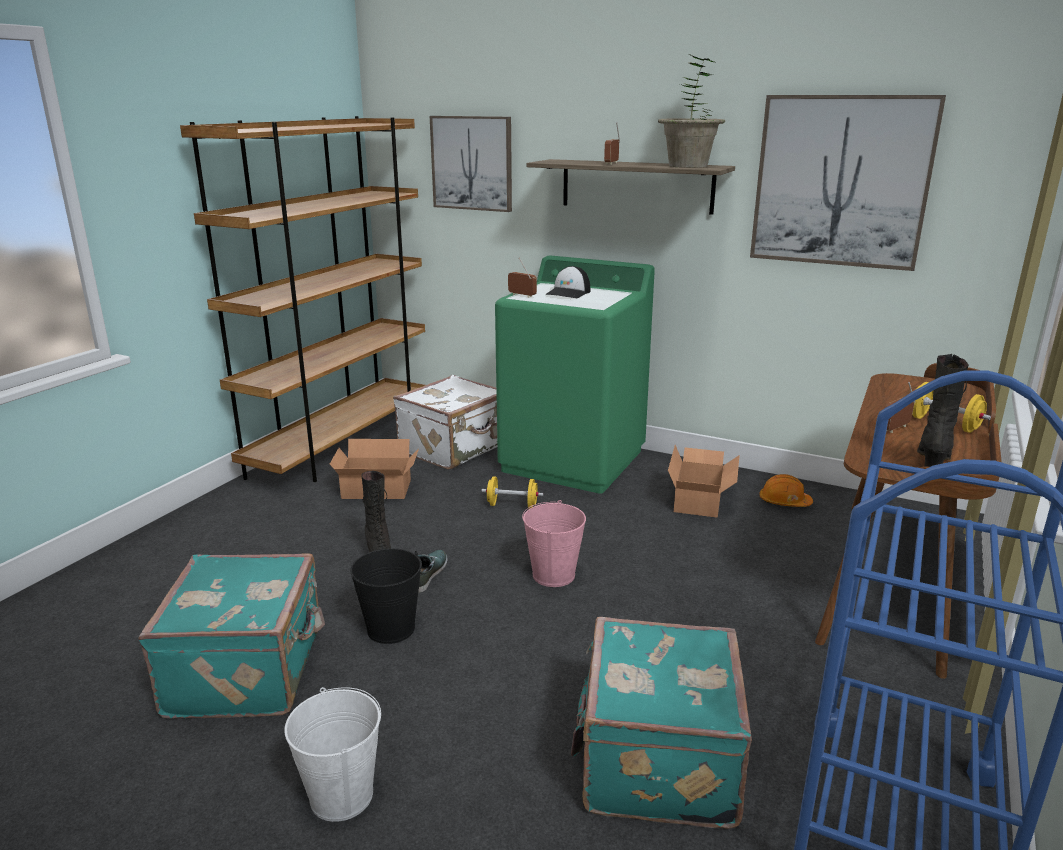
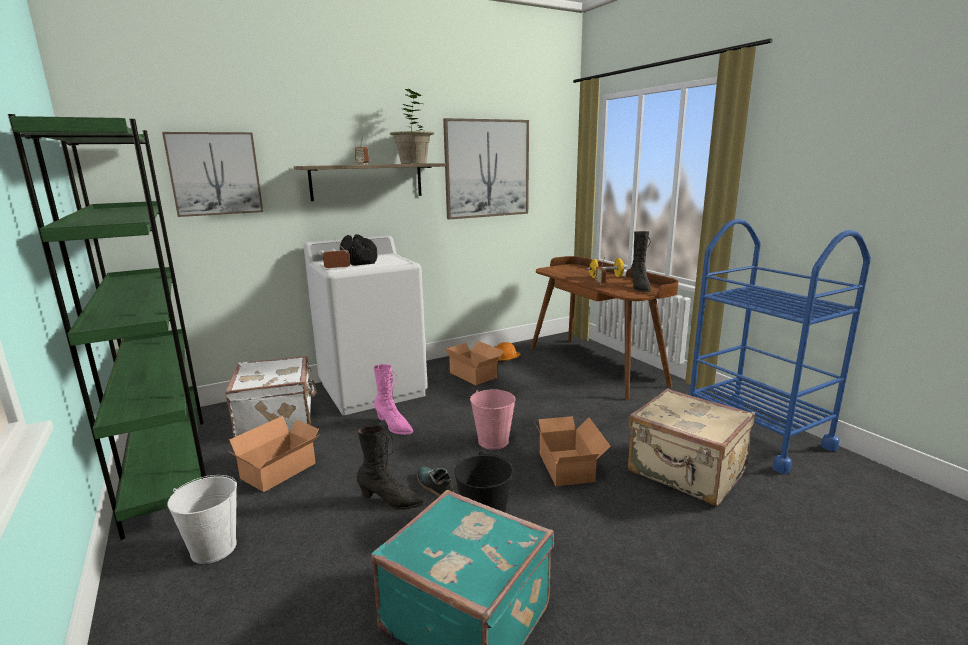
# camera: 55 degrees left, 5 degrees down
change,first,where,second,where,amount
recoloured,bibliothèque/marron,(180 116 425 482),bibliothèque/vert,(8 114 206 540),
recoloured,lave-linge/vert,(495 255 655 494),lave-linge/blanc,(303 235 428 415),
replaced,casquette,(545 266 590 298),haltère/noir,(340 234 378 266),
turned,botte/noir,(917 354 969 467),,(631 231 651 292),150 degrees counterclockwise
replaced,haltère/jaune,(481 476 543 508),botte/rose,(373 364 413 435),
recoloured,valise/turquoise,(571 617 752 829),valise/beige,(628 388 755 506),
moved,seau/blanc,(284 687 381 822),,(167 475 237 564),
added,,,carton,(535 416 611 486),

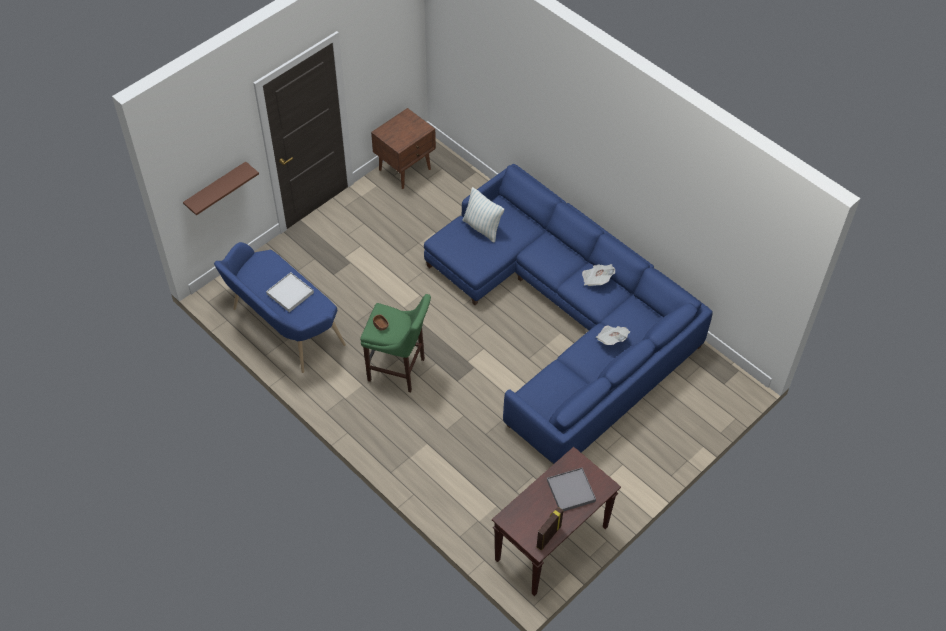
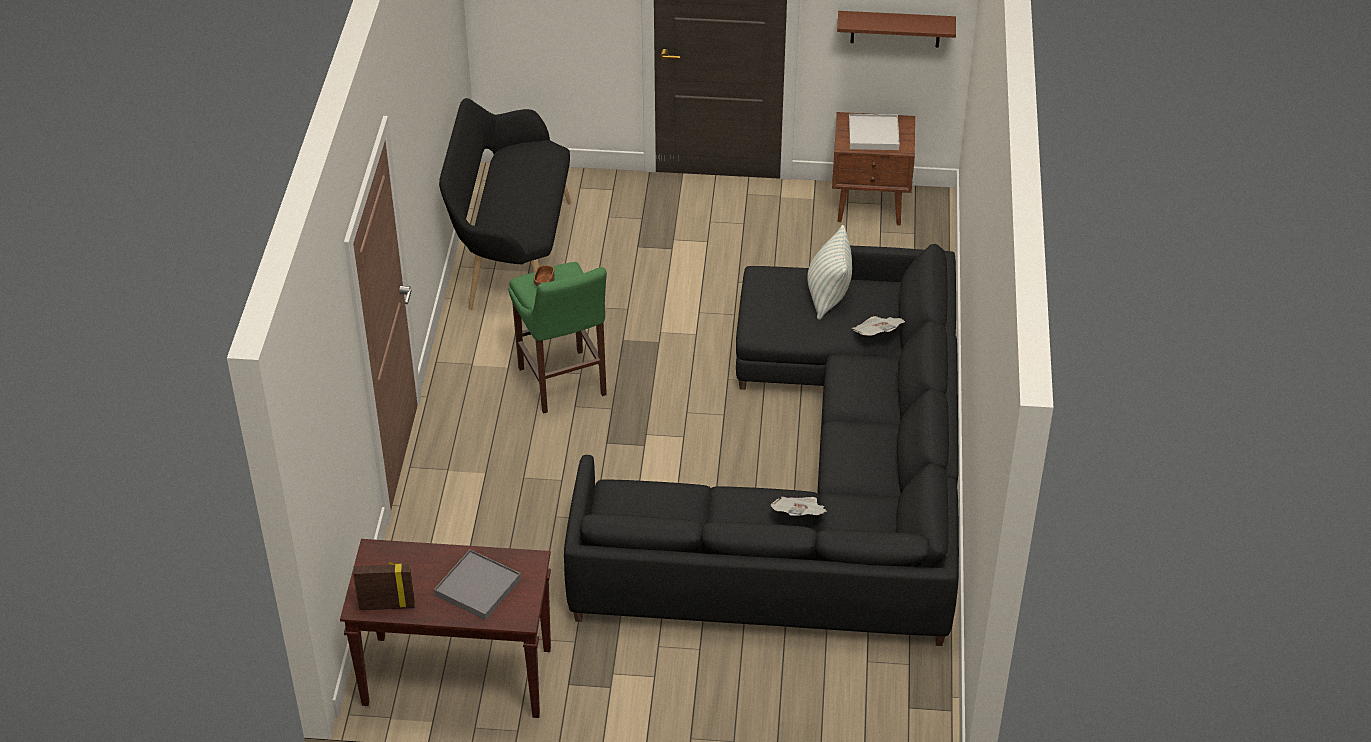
# camera: 50 degrees right, 10 degrees down
change,first,where,second,where,amount
moved,étagère/marron,(183 161 259 215),,(837 11 956 47),
recoloured,canapé/bleu,(424 164 713 464),canapé/noir,(564 244 959 646),
recoloured,banc/bleu,(214 242 346 373),banc/noir,(439 98 572 310),
moved,journal,(582 264 615 286),,(851 316 905 336),
moved,plateau/blanc,(266 272 314 312),,(849 114 899 150),

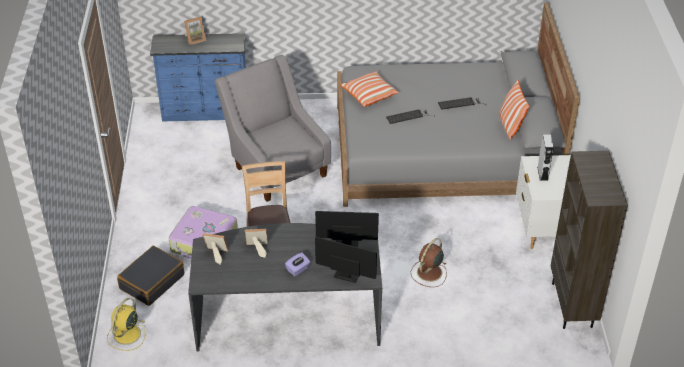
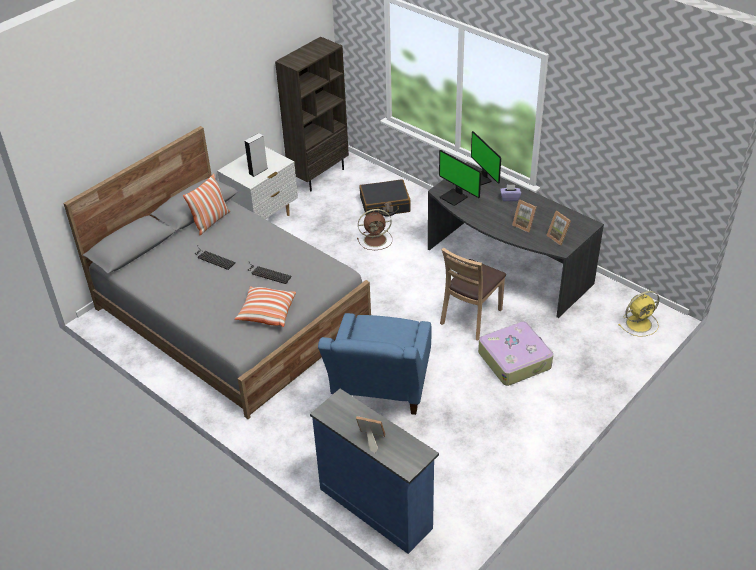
# camera: 135 degrees left, 0 degrees up
change,first,where,second,where,amount
recoloured,fauteuil/gris,(214 55 331 202),fauteuil/bleu,(318 313 431 415),
moved,valise/noir,(117 246 184 306),,(359 179 411 217),

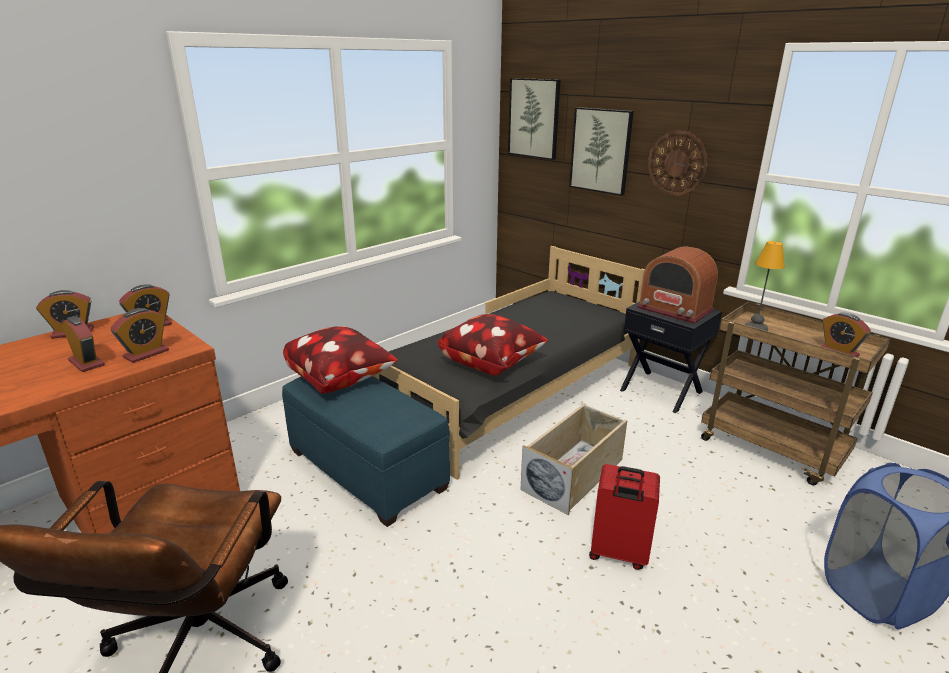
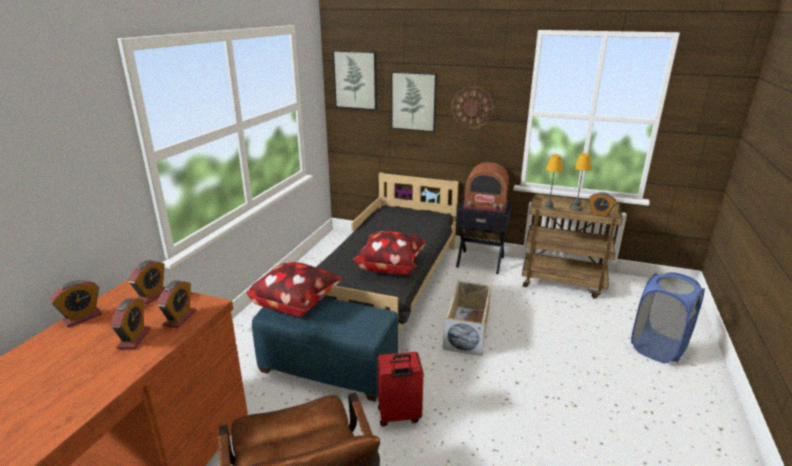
# camera: 25 degrees left, 0 degrees up
change,first,where,second,where,amount
turned,réveil,(62 316 105 372),,(110 298 151 349),75 degrees clockwise
moved,valise/rouge,(589 464 660 570),,(378 352 424 427),
added,,,lampe de table,(569 153 592 211),

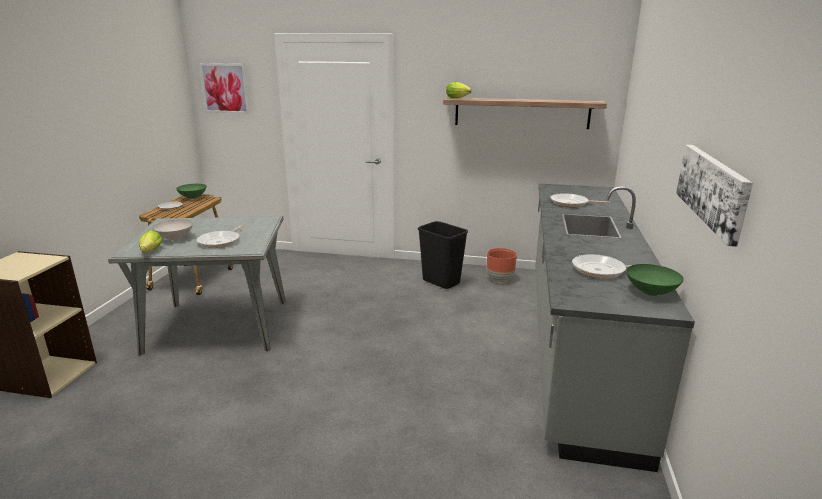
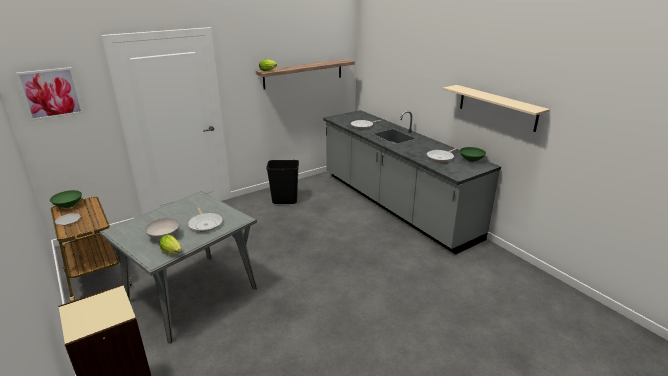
# camera: 45 degrees left, 5 degrees up
change,first,where,second,where,amount
replaced,tableau,(676 145 753 247),étagère/beige,(443 85 550 132),
removed,cache-pot/marron,(487 248 517 282),,,

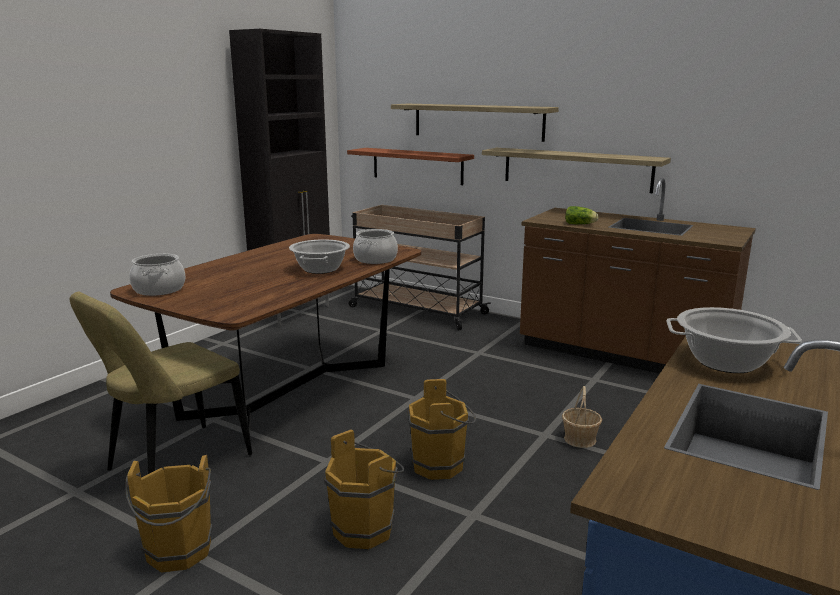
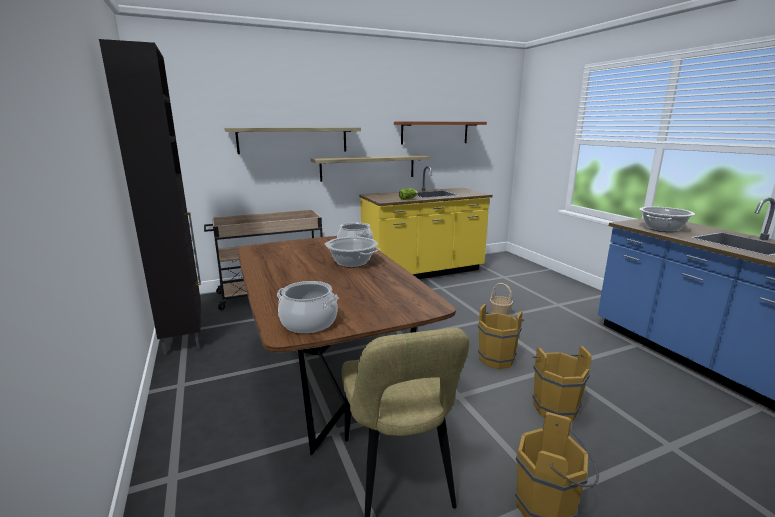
# camera: 55 degrees left, 0 degrees up
change,first,where,second,where,amount
moved,étagère,(347 148 474 185),,(394 122 487 145),
recoloured,comptoir de cuisine/marron,(520 178 756 374),comptoir de cuisine/jaune,(360 166 493 279),

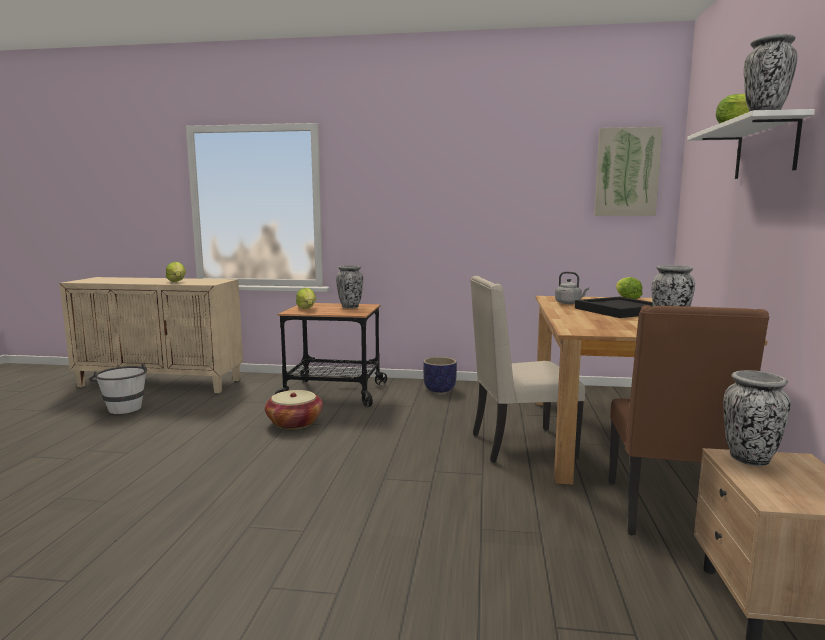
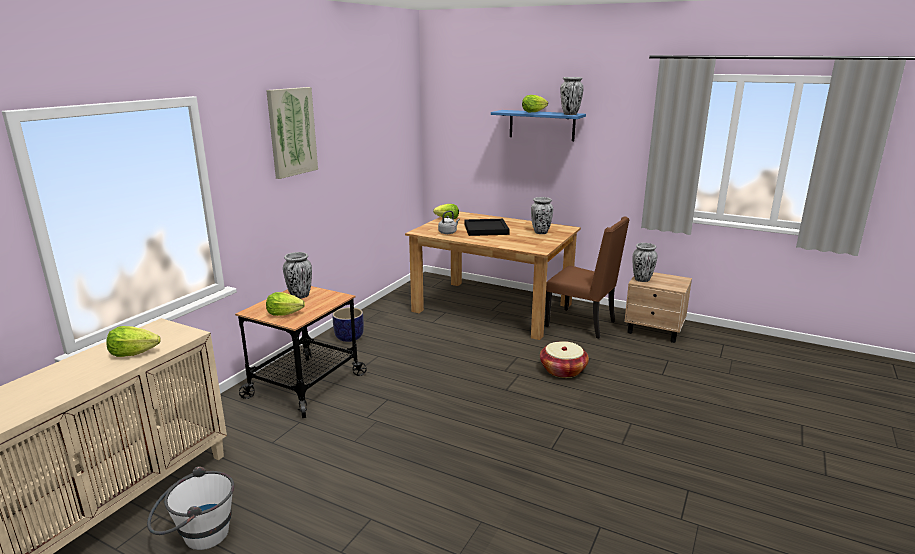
# camera: 70 degrees left, 10 degrees up
change,first,where,second,where,amount
recoloured,étagère/blanc,(687 109 815 179),étagère/bleu,(491 110 586 141),
moved,tableau,(594 127 663 216),,(266 87 318 179),
removed,chaise/beige,(470 276 585 463),,,
moved,panier,(265 390 323 429),,(540 341 589 378),

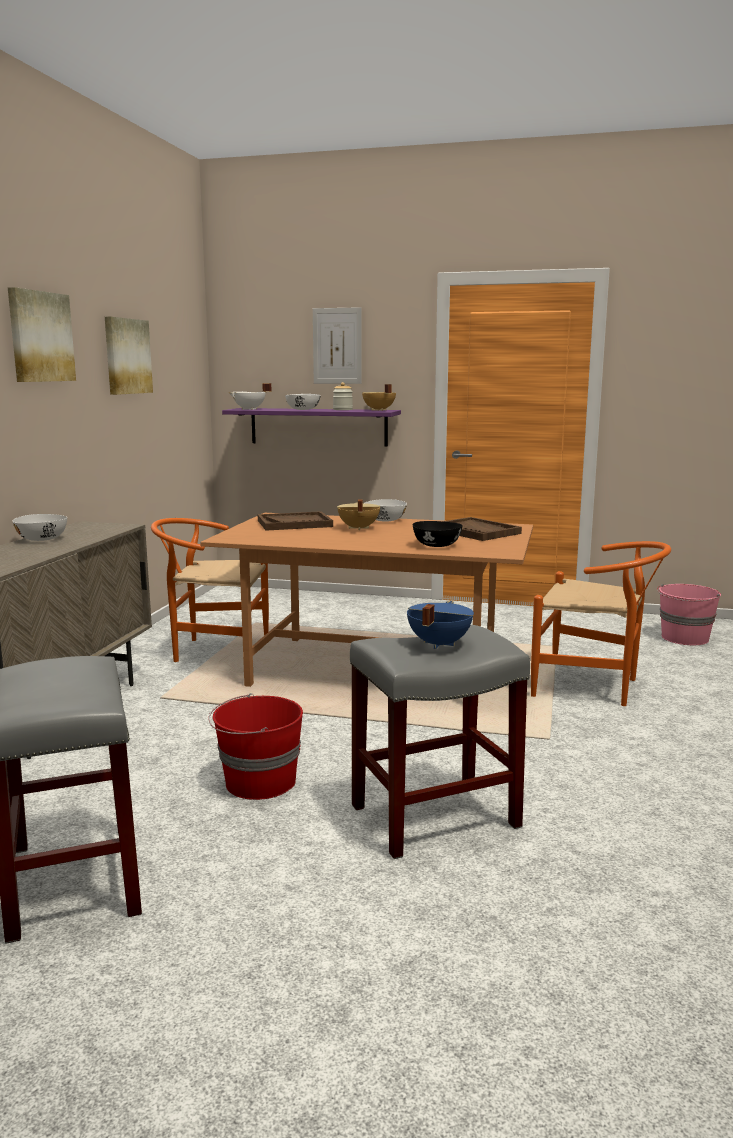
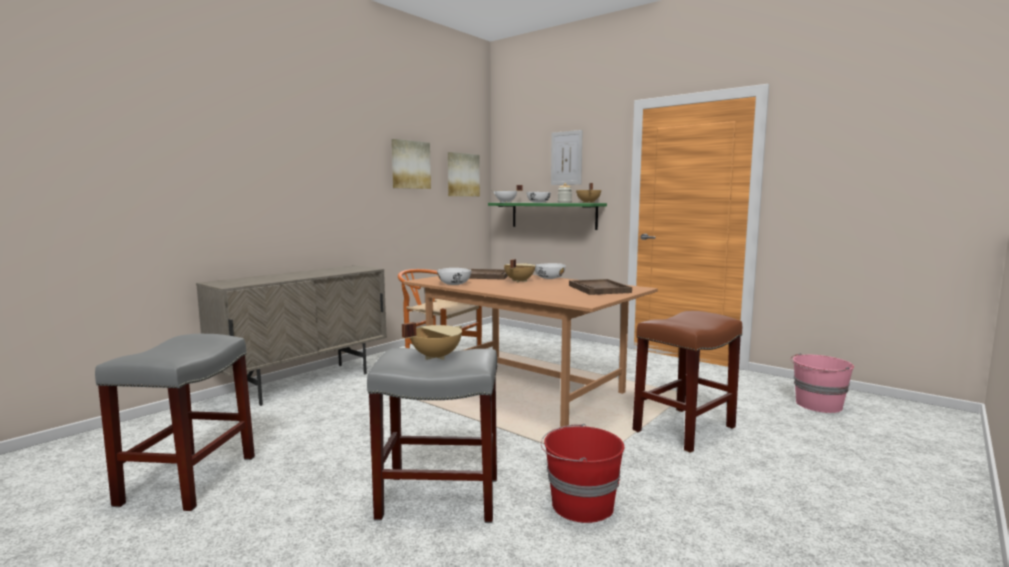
# camera: 25 degrees right, 5 degrees down
change,first,where,second,where,amount
moved,tableau,(8 287 76 382),,(448 152 480 196),
recoloured,étagère/violet,(222 408 401 446),étagère/vert,(488 203 607 230),
moved,bol/blanc,(13 514 67 541),,(437 268 472 285),
removed,bol/noir,(413 521 463 547),,,
replaced,chaise/orange,(531 541 671 706),tabouret/marron,(633 311 742 453),
recoloured,marmite/bleu,(407 601 474 649),marmite/beige,(402 322 462 360),
moved,seau/rouge,(208 693 303 800),,(541 424 624 523),

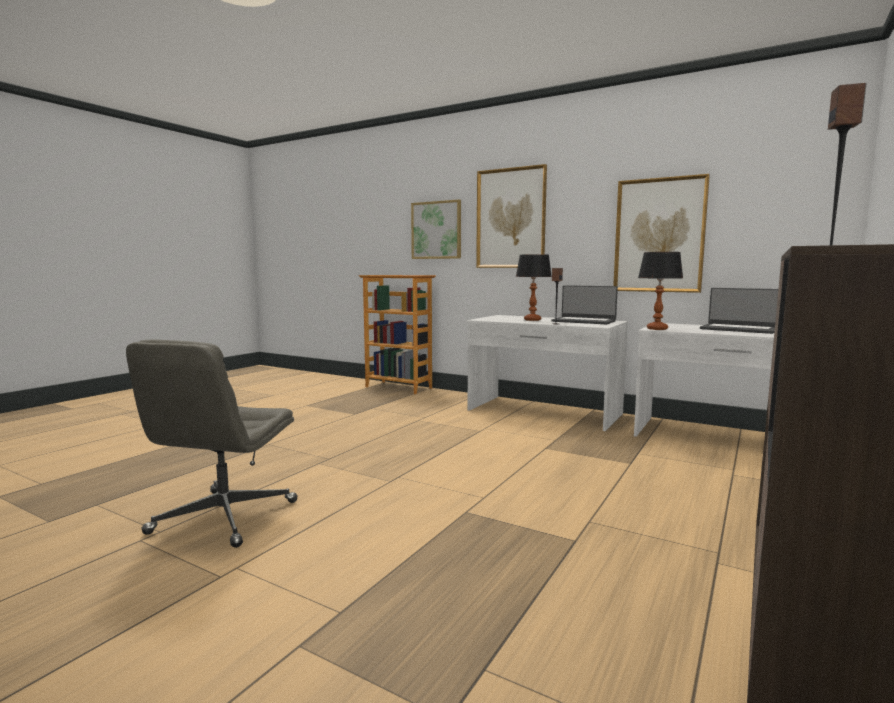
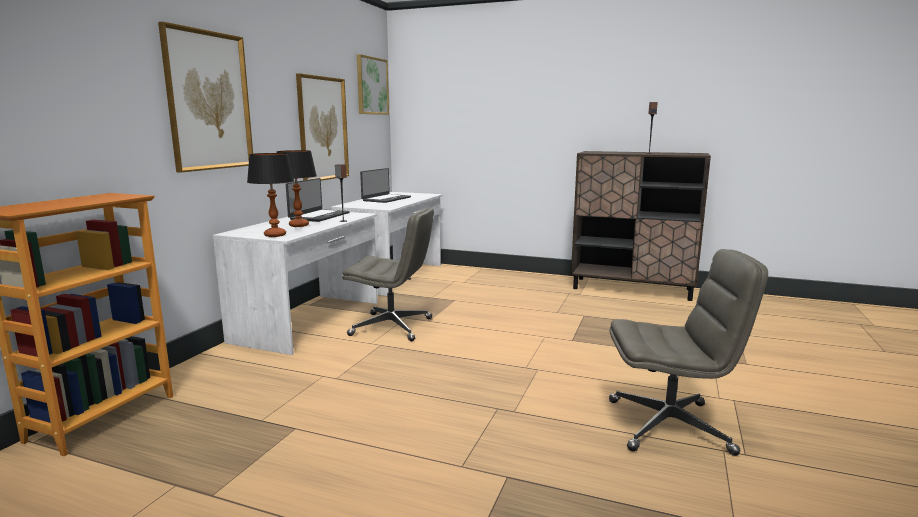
# camera: 100 degrees left, 5 degrees up
change,first,where,second,where,amount
moved,tableau,(411 199 461 259),,(357 54 389 115),
moved,lampe de table,(638 252 683 330),,(247 153 294 237),
added,,,chaise de bureau/gris,(342 208 434 341),

